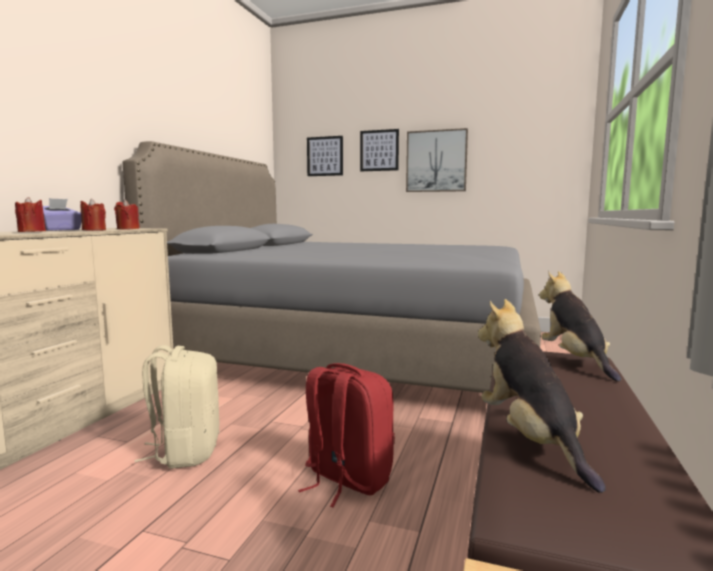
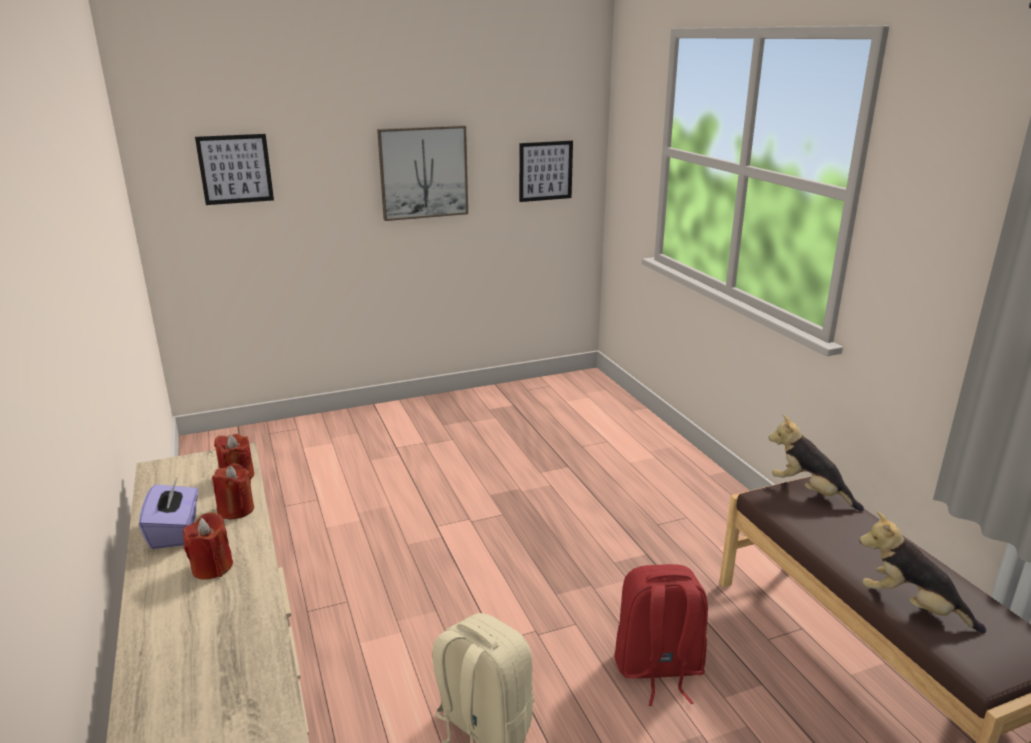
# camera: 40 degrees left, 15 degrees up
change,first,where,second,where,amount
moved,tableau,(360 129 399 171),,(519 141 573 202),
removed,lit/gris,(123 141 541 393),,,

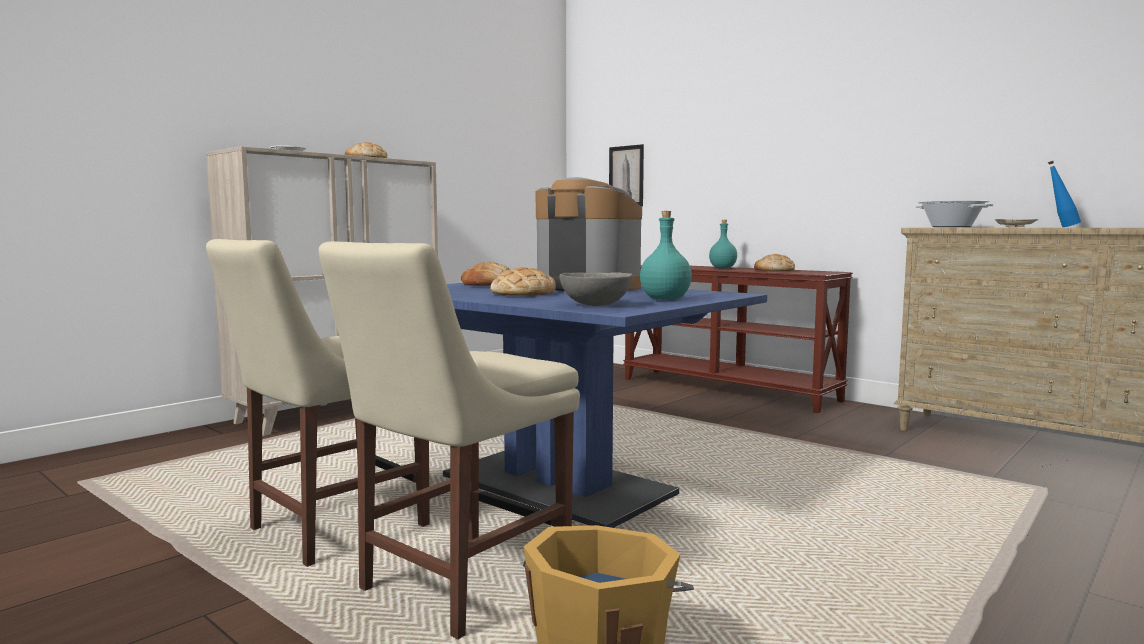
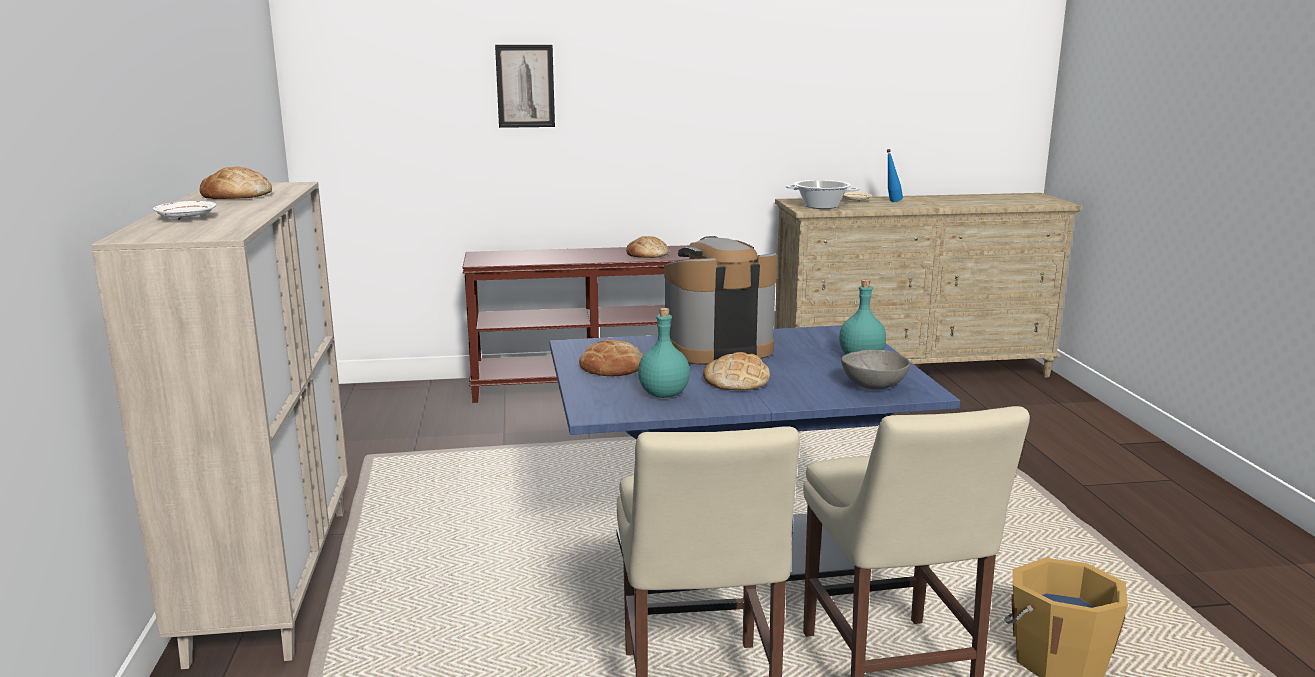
# camera: 50 degrees left, 10 degrees up
change,first,where,second,where,amount
moved,tableau,(609 144 644 206),,(495 45 555 128),
moved,bouteille/turquoise,(709 220 737 268),,(638 308 690 398),

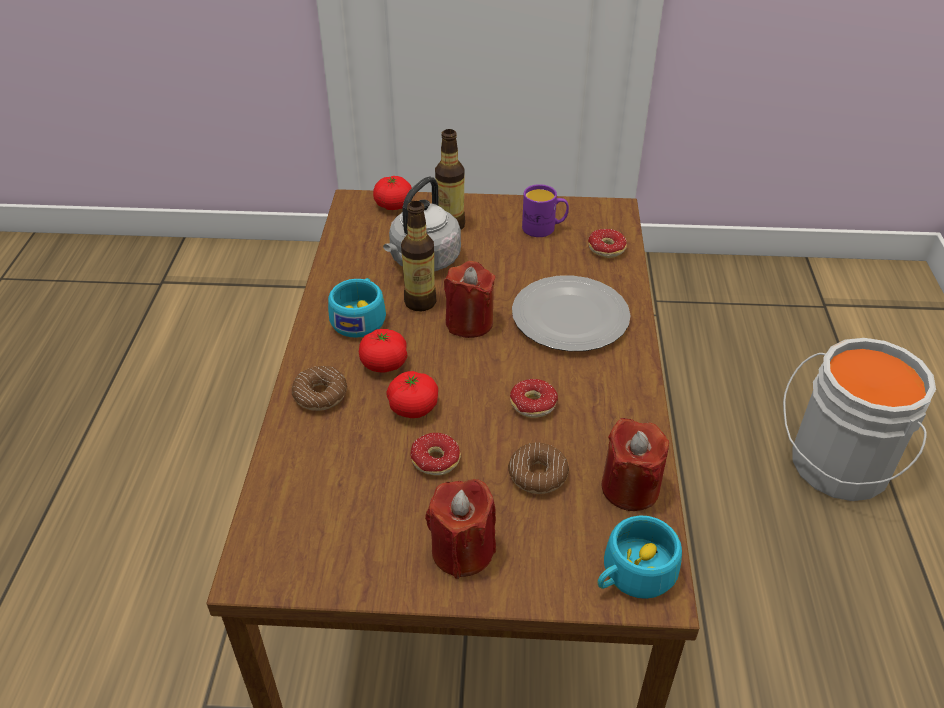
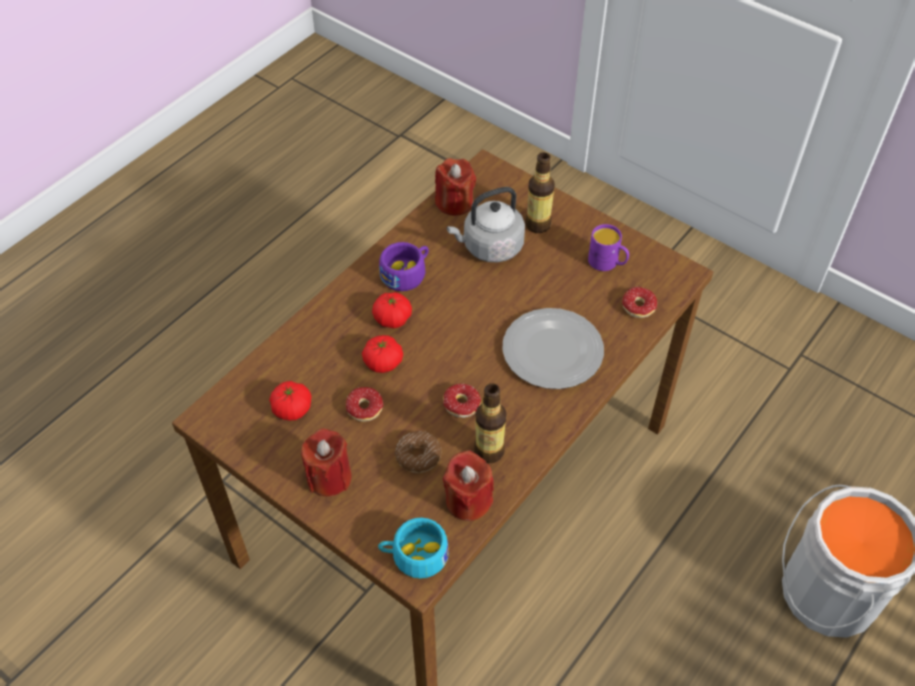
# camera: 35 degrees right, 10 degrees up
change,first,where,second,where,amount
moved,tomate,(373 176 412 210),,(269 381 311 421),
moved,bouteille,(401 201 436 311),,(474 383 507 463),
moved,bougie/rouge,(444 261 495 338),,(435 158 476 216),
recoloured,tasse/turquoise,(328 278 386 338),tasse/violet,(379 242 429 291),
removed,beignet,(292 366 347 411),,,

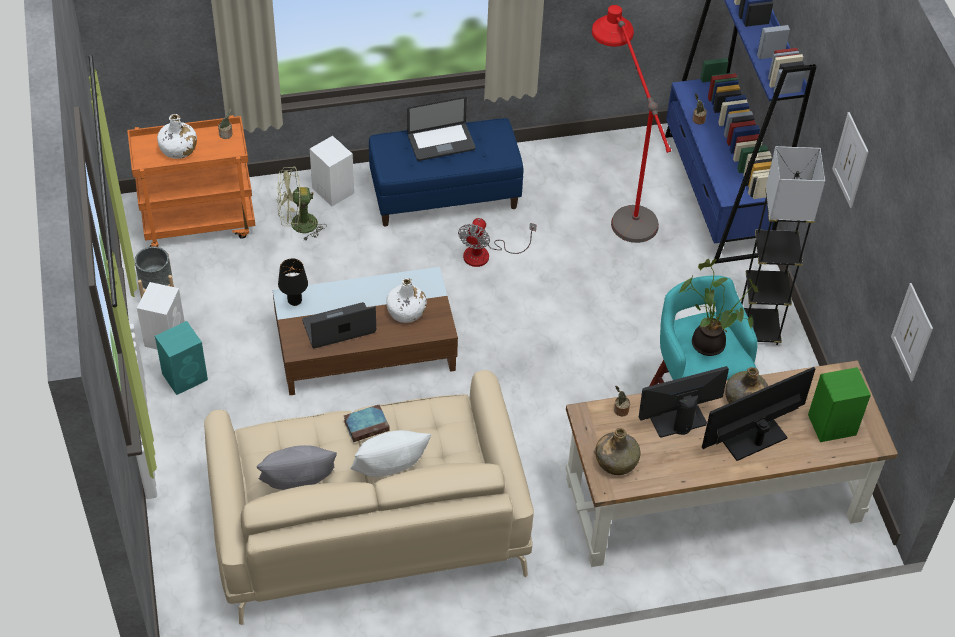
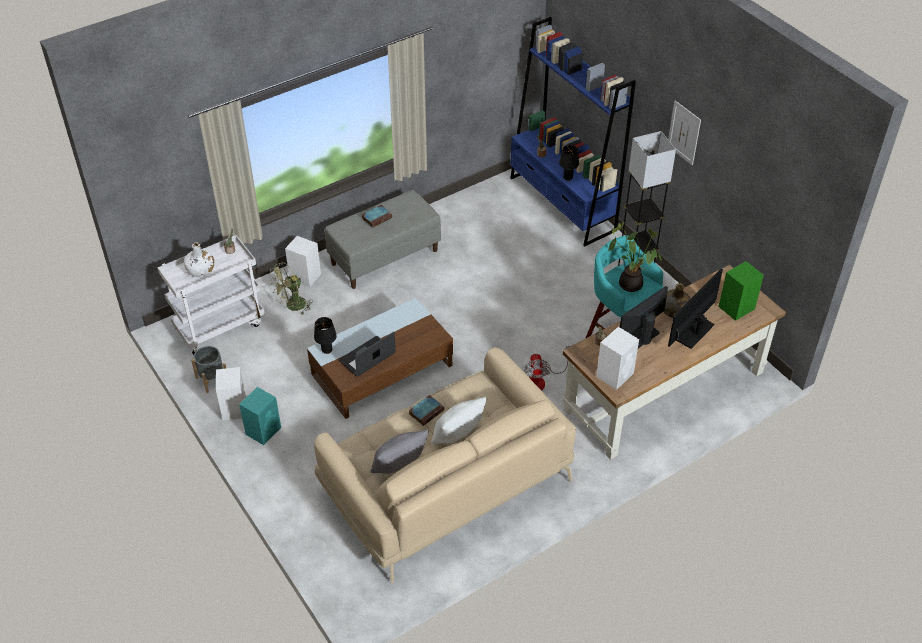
# camera: 20 degrees left, 5 degrees down
change,first,where,second,where,amount
removed,lampadaire/rouge,(592 5 671 243),,,
replaced,ordinateur portable,(407 97 476 161),livre,(362 205 392 228),
recoloured,chariot/orange,(127 115 255 247),chariot/blanc,(157 235 265 355),
recoloured,banc/bleu,(369 118 523 227),banc/gris,(325 190 441 289),
moved,ventilateur,(458 218 537 267),,(524 346 570 391),
removed,bouteille/blanc,(386 278 427 323),,,
removed,tableau,(891 283 933 381),,,
replaced,bouteille/vert,(595 428 640 475),enceinte/blanc,(596 327 639 390),
added,,,lampe de table/noir,(559 145 579 181),

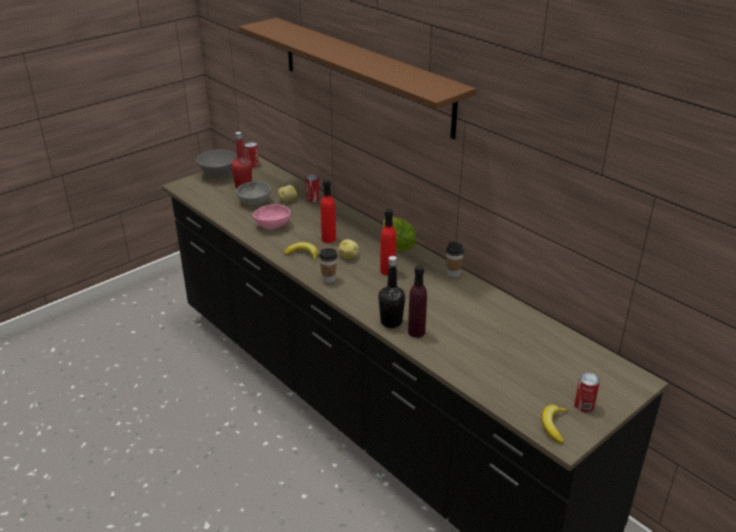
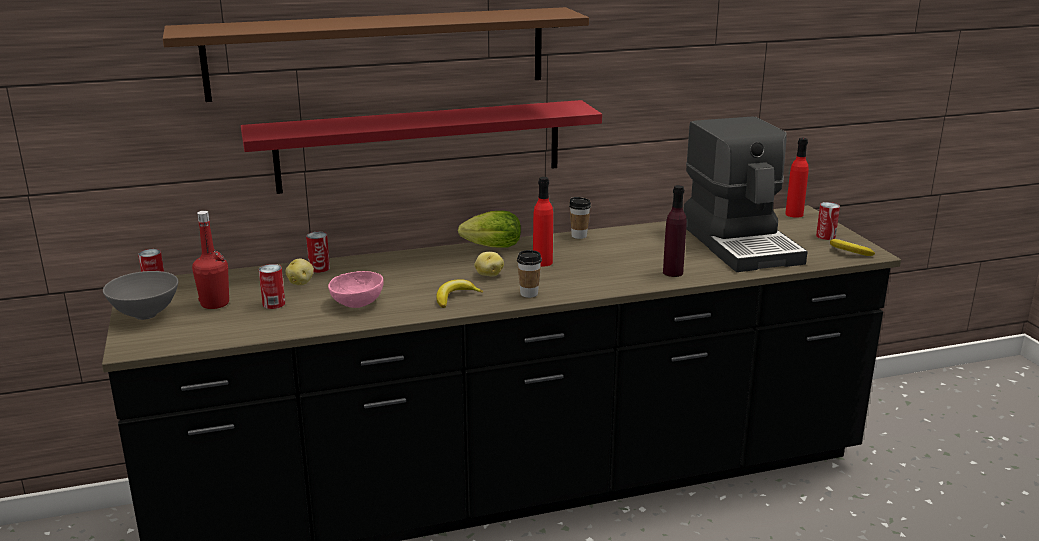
# camera: 65 degrees left, 10 degrees down
change,first,where,second,where,amount
moved,bouteille/rouge,(320 179 336 243),,(785 138 809 218),
replaced,bol/gris,(236 181 271 206),boîte métallique,(259 264 285 309),
removed,bouteille/noir,(378 256 405 328),,,
added,,,étagère/rouge,(241 100 602 194),
added,,,machine à café,(683 116 808 272),

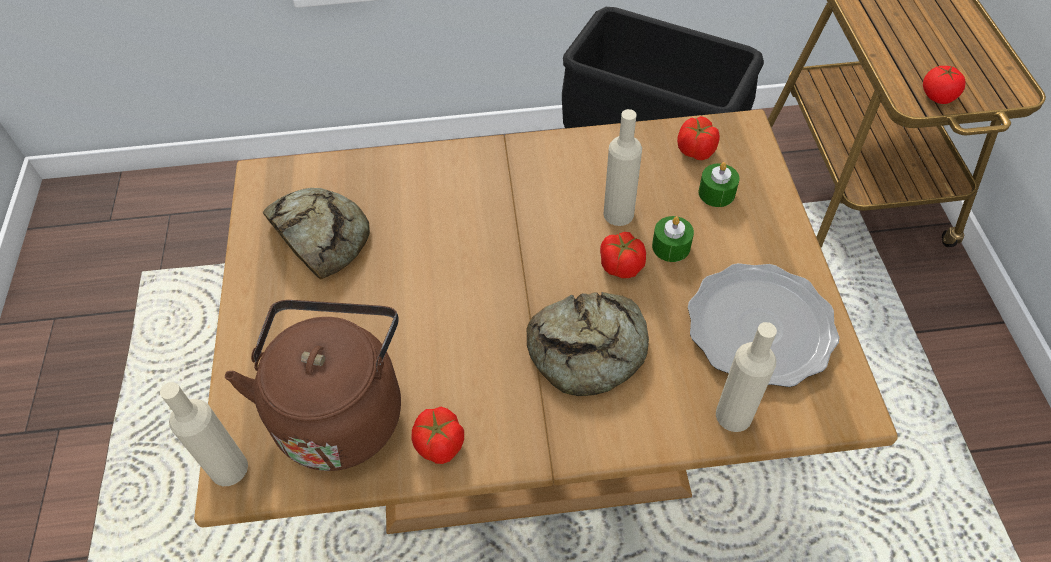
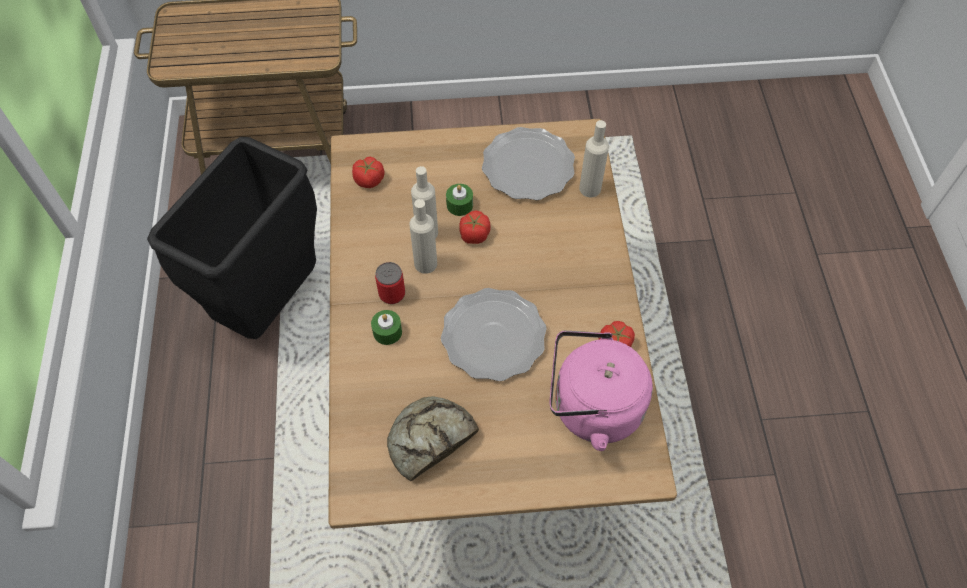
# camera: 90 degrees left, 5 degrees up
change,first,where,second,where,amount
removed,tomate,(923 66 966 104),,,
moved,bougie/vert,(698 162 740 207),,(371 310 402 345),
removed,pain,(527 292 649 396),,,
recoloured,bouilloire/marron,(225 300 401 471),bouilloire/rose,(550 331 653 451),
moved,bouteille/beige,(160 382 248 486),,(409 199 437 274),
added,,,boîte métallique,(375 262 405 304),
added,,,assiette,(441 288 547 381),

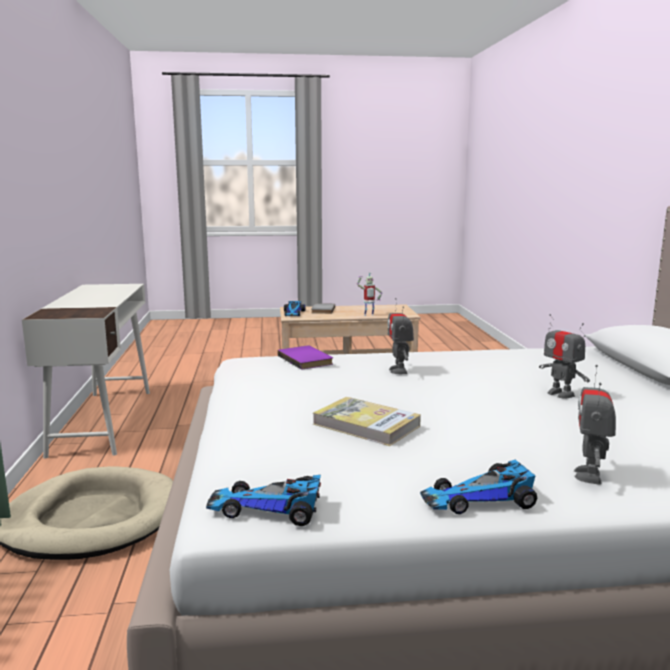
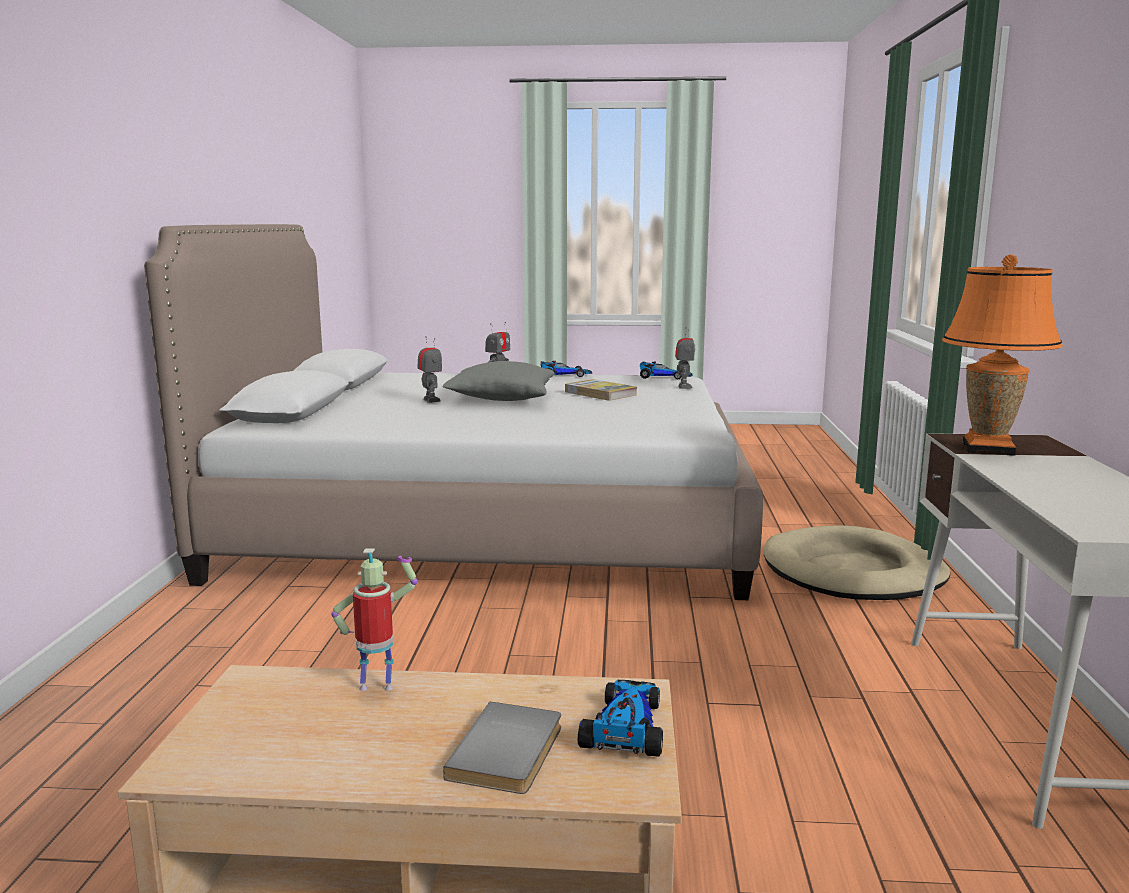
# camera: 170 degrees left, 0 degrees up
change,first,where,second,where,amount
moved,robot jouet,(387 298 414 374),,(675 327 695 389),
removed,livre/violet,(277 346 333 370),,,
added,,,lampe de table/orange,(942 254 1063 456),
added,,,coussin/gris,(442 361 555 401),

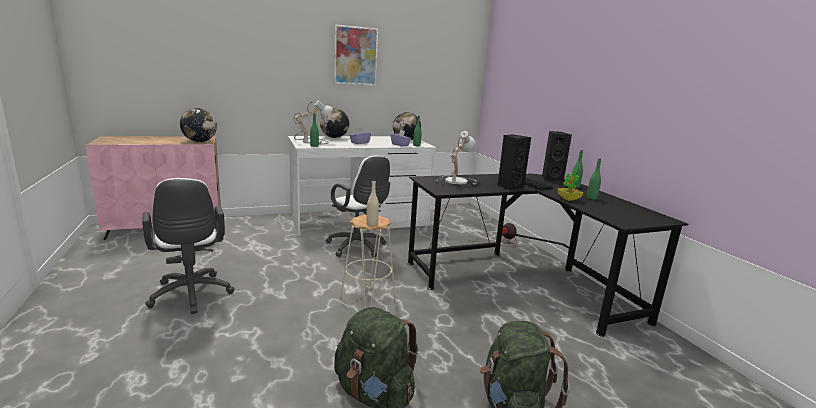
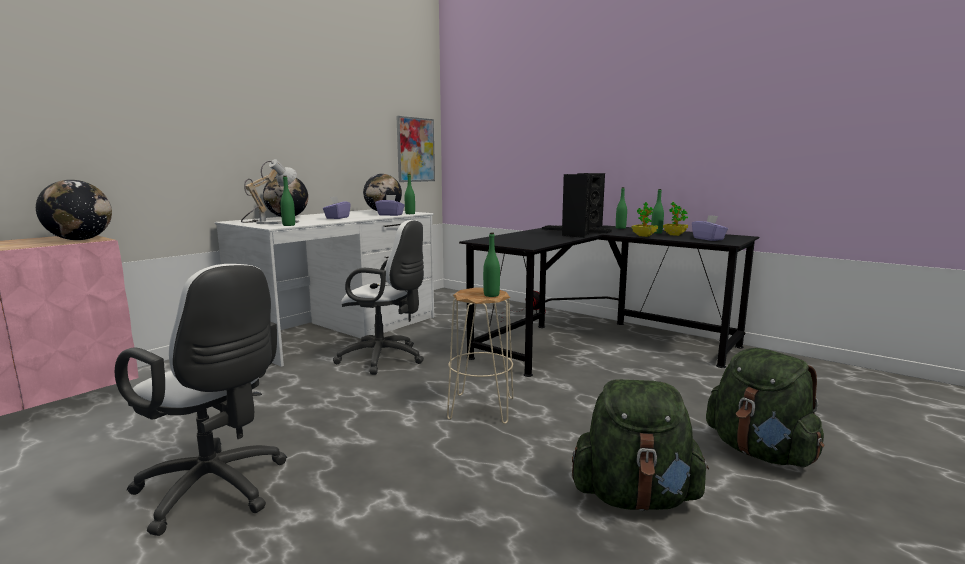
# camera: 30 degrees left, 5 degrees down
change,first,where,second,where,amount
moved,tableau,(334 25 378 85),,(397 116 435 182),
removed,lampe de table,(436 131 477 185),,,
recoloured,bouteille/beige,(366 180 379 226),bouteille/vert,(483 232 500 297),
added,,,plante en pot,(663 202 688 236),
added,,,boîte à mouchoirs/violet,(692 215 728 241),

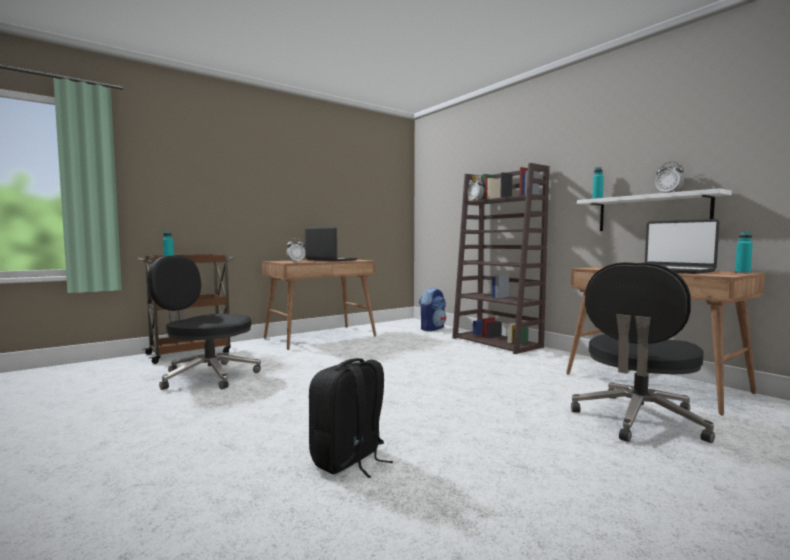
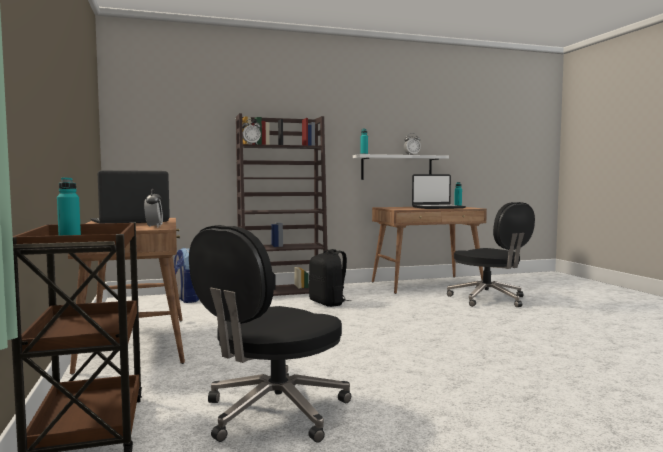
# camera: 70 degrees left, 0 degrees up
change,first,where,second,where,amount
moved,sac à dos/noir,(309 358 393 478),,(309 249 351 307),

